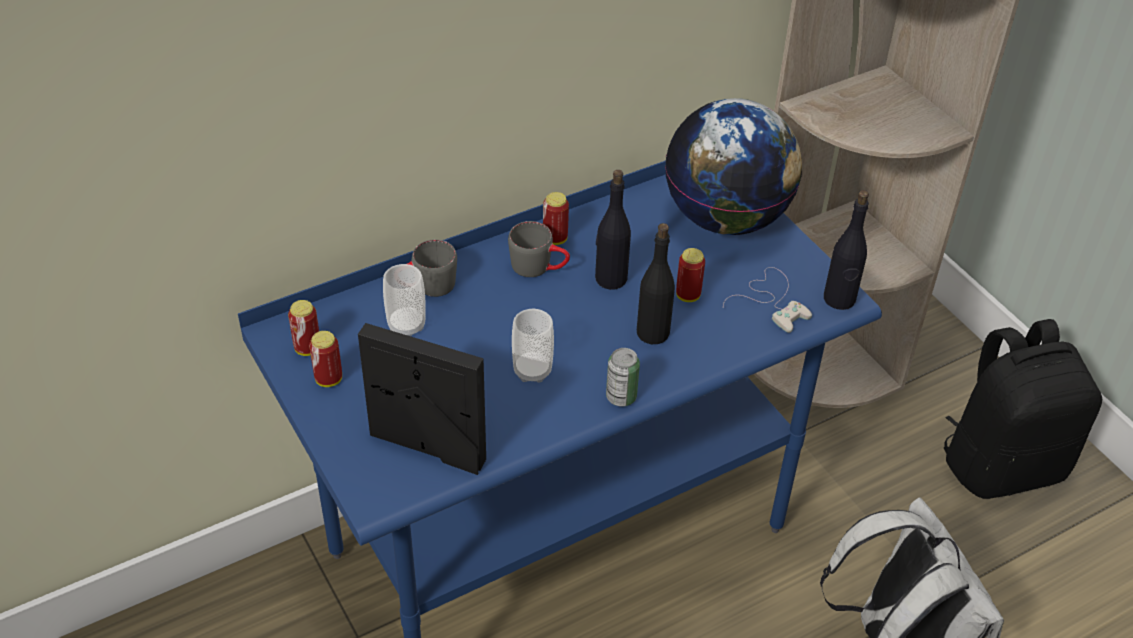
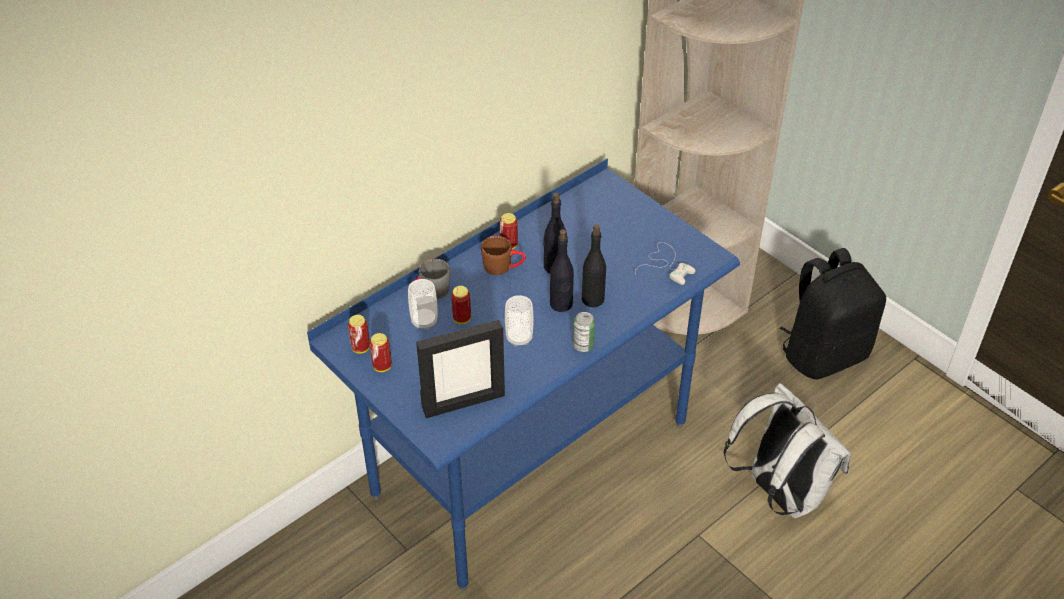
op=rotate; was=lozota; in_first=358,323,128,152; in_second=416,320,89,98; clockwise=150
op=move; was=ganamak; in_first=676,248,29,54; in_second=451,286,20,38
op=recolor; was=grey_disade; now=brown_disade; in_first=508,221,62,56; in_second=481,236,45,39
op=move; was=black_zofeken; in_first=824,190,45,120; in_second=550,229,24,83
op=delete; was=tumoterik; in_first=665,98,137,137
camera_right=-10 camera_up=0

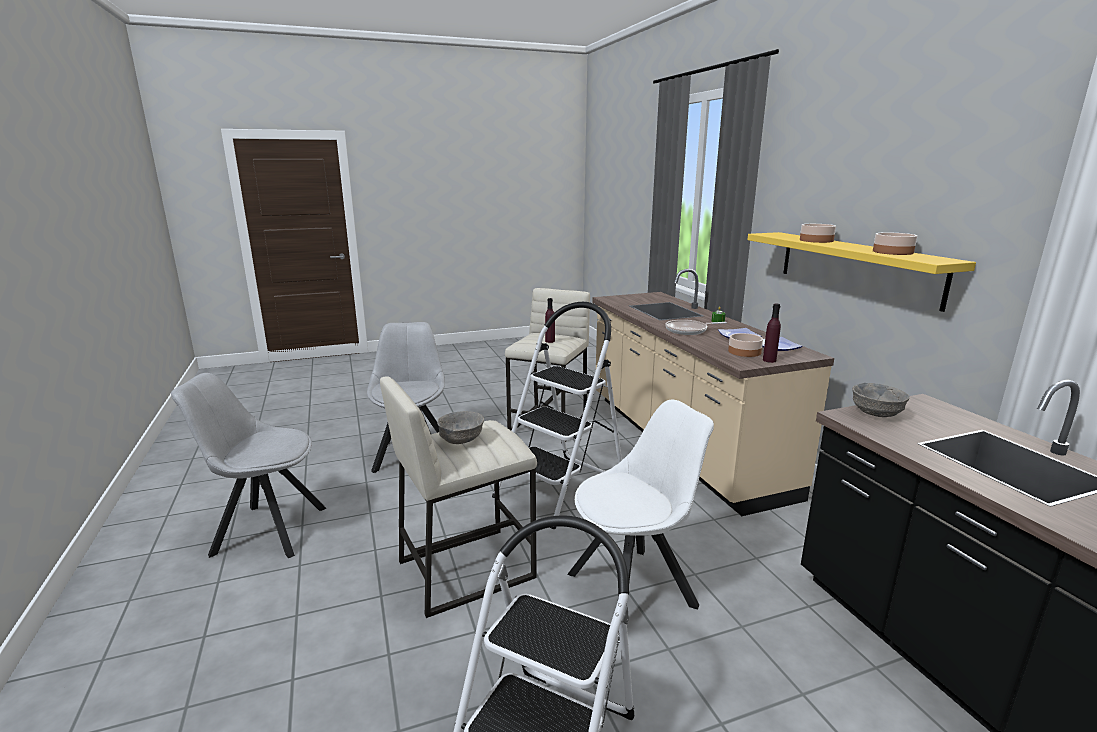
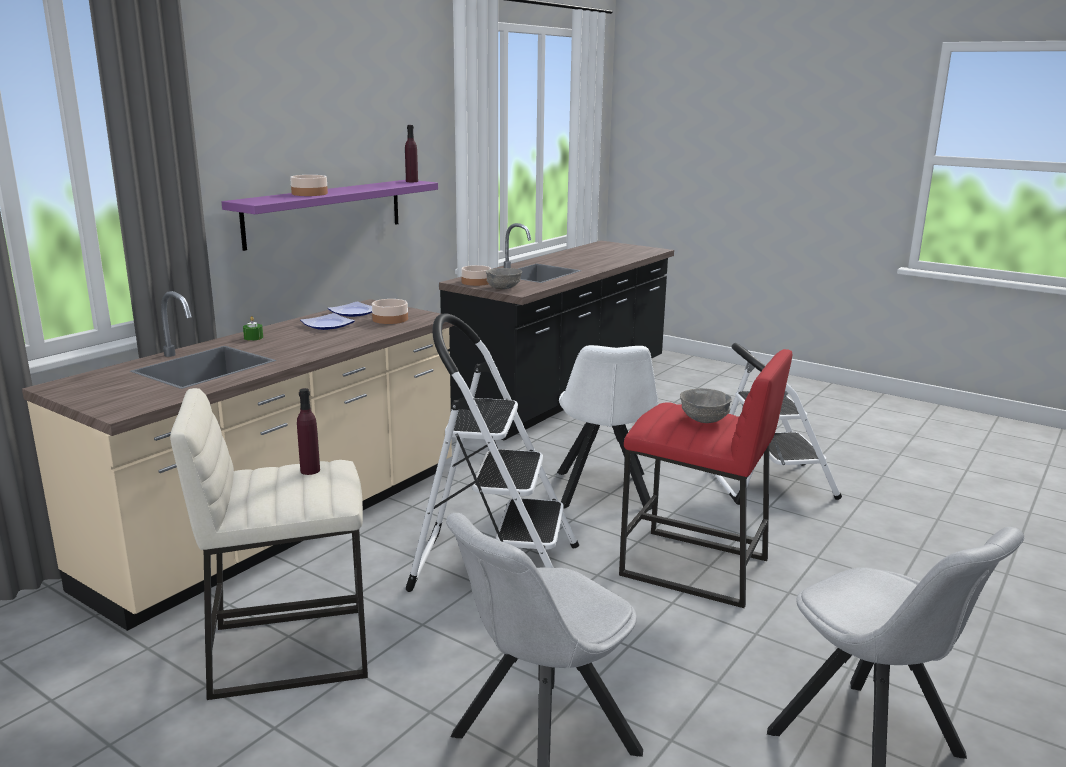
op=recolor; was=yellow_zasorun; now=purple_zasorun; in_first=747,232,229,80; in_second=222,180,216,71
op=move; was=purple_zofeken; in_first=763,303,18,60; in_second=405,125,13,57
op=move; was=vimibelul; in_first=873,232,44,23; in_second=461,265,30,21
op=rotate; was=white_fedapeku; in_first=567,400,147,233; in_second=557,345,102,165; clockwise=-120
op=recolor; was=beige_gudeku; now=red_gudeku; in_first=380,376,157,242; in_second=619,349,173,259
op=delete; was=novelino; in_first=665,320,62,15
camera_right=-125 camera_up=0

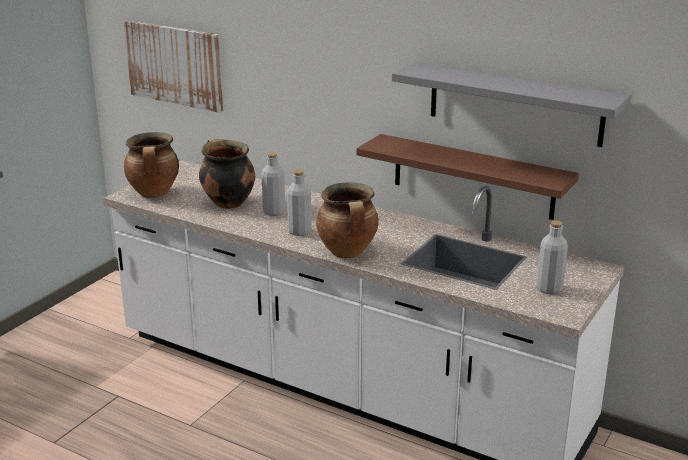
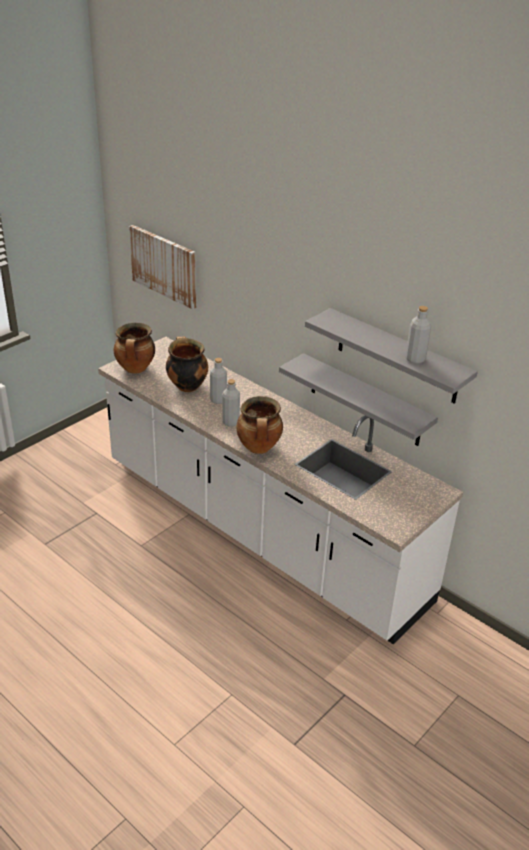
op=recolor; was=brown_zasorun; now=grey_zasorun; in_first=357,134,222,86; in_second=279,353,159,93
op=move; was=grey_zofeken; in_first=537,220,31,75; in_second=405,306,26,58
camera_right=10 camera_up=10

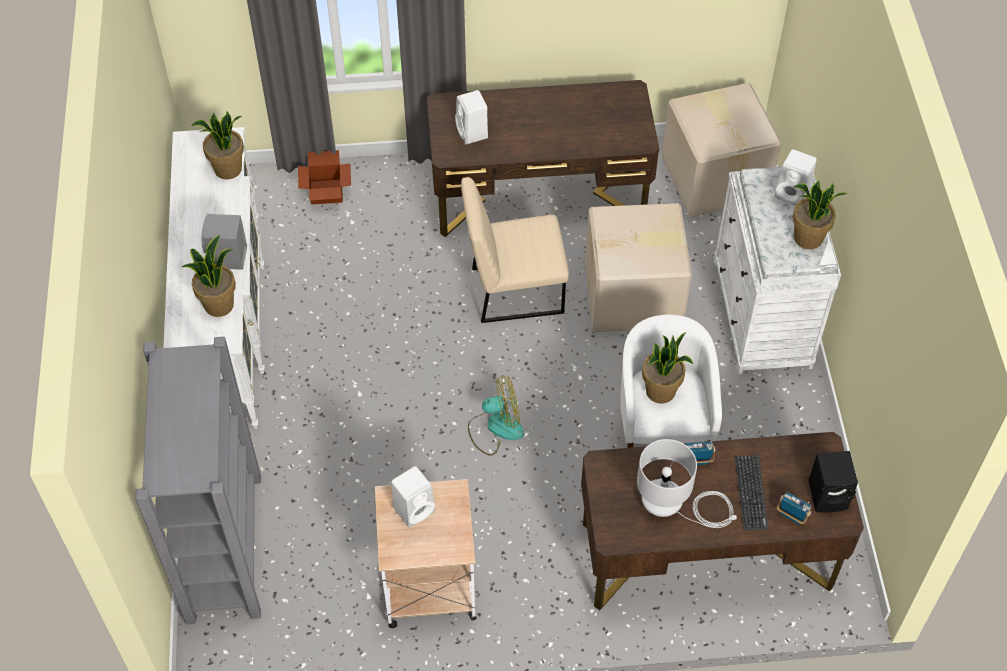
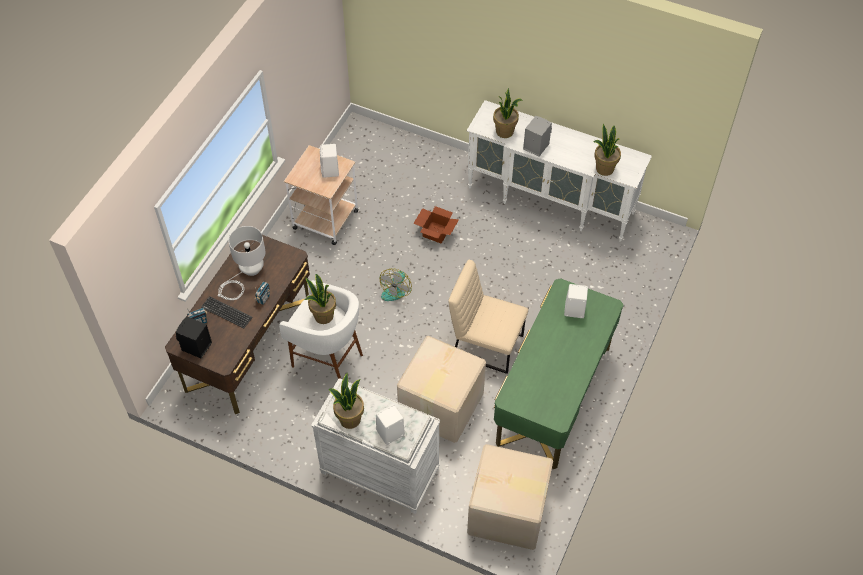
op=move; was=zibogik; in_first=298,150,53,55; in_second=413,206,46,38
op=rotate; was=beige_fedapeku; in_first=461,177,108,146; in_second=448,260,80,114; clockwise=-90
op=recolor; was=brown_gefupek; now=green_gefupek; in_first=427,80,232,157; in_second=494,278,129,191
op=delete; was=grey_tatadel; in_first=135,337,126,287
camera_right=120 camera_up=0

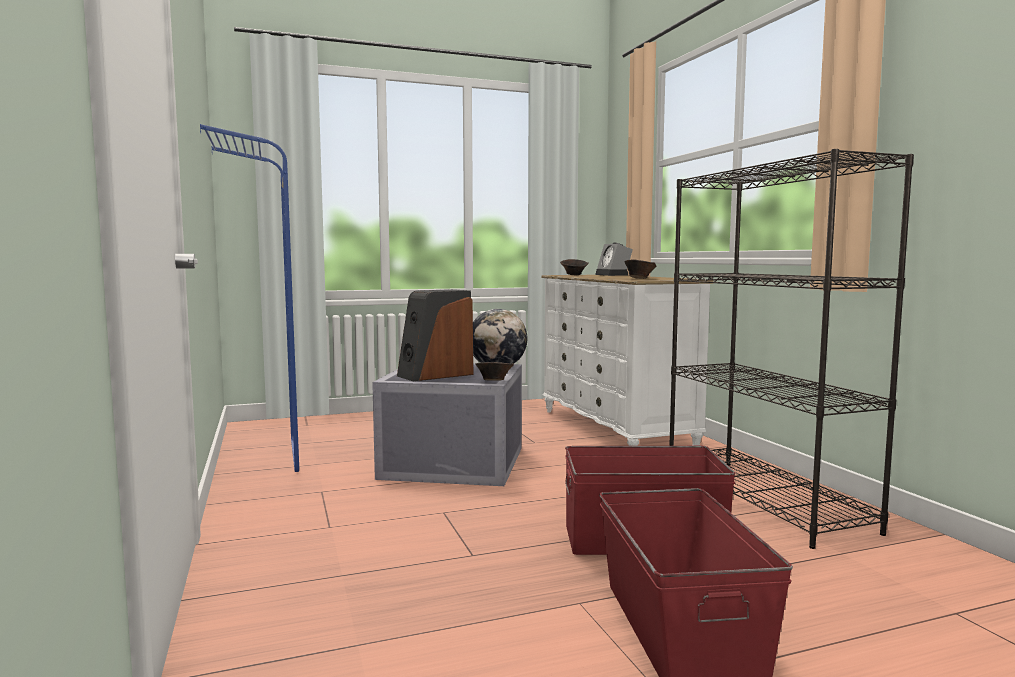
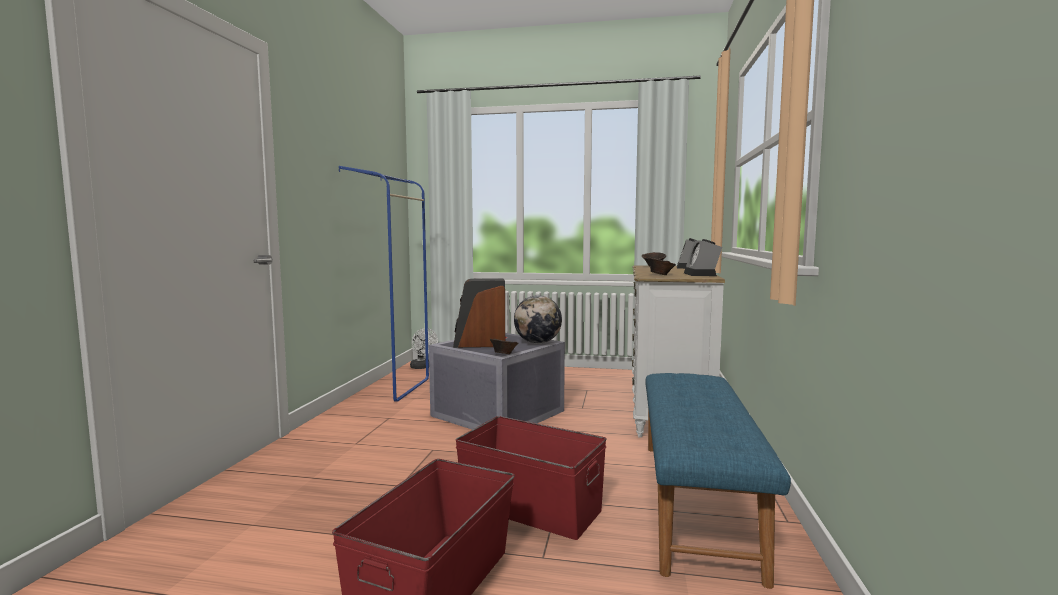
op=insert; now=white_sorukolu; in_second=410,328,28,41
op=replace; was=black_tatadel; now=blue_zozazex; in_first=669,149,245,400; in_second=645,373,146,216
op=insert; now=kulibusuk; in_second=684,239,38,37
camera_right=30 camera_up=0

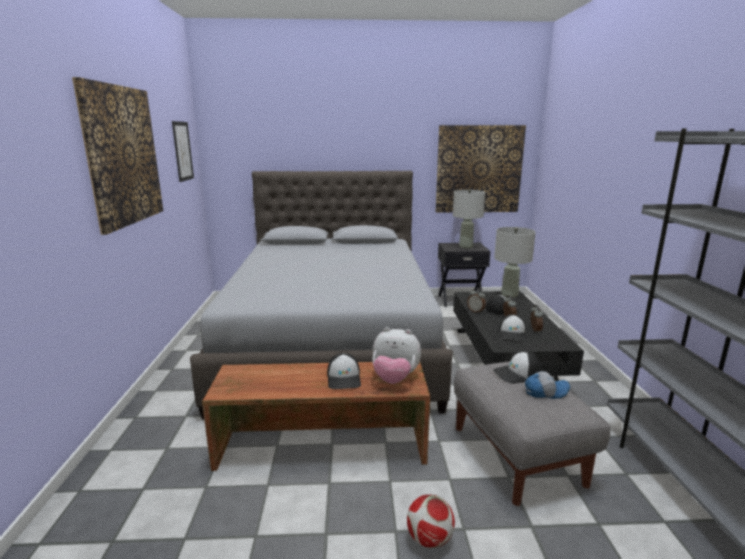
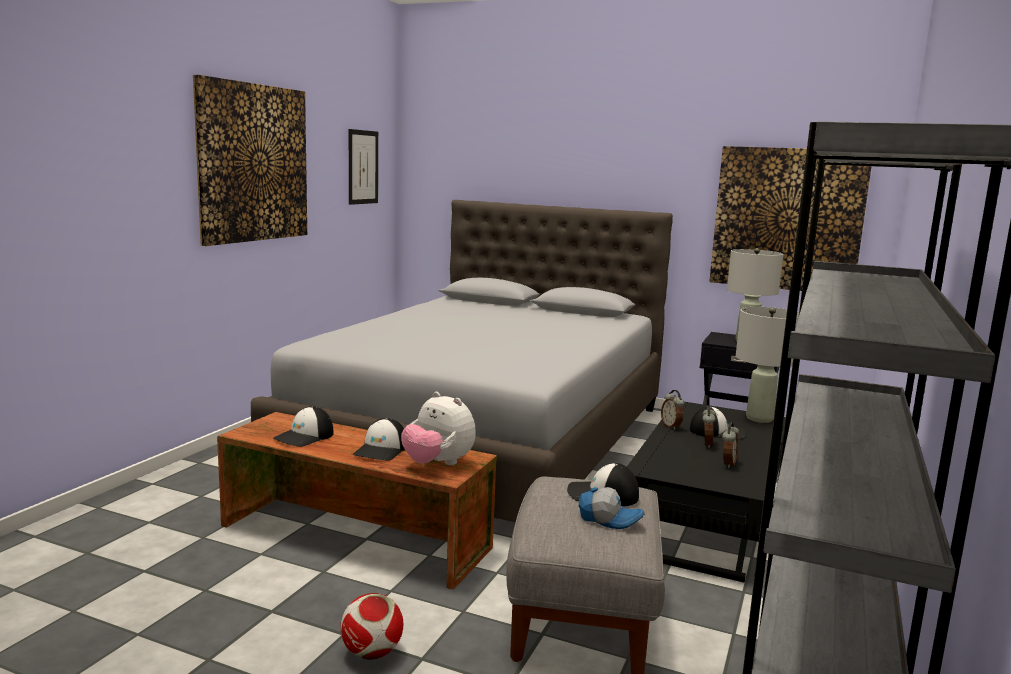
op=move; was=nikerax; in_first=499,314,28,27; in_second=273,406,61,41
camera_right=25 camera_up=-5

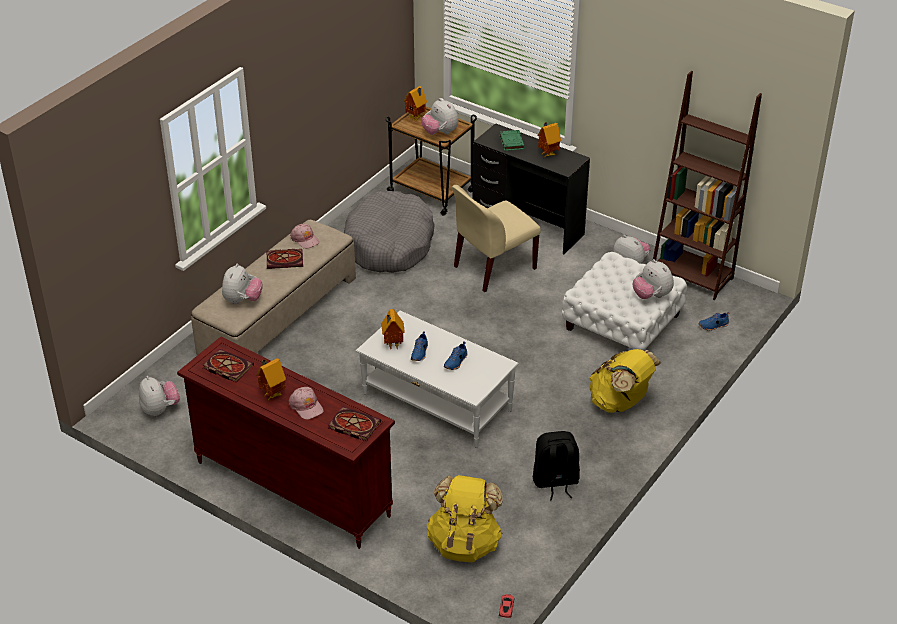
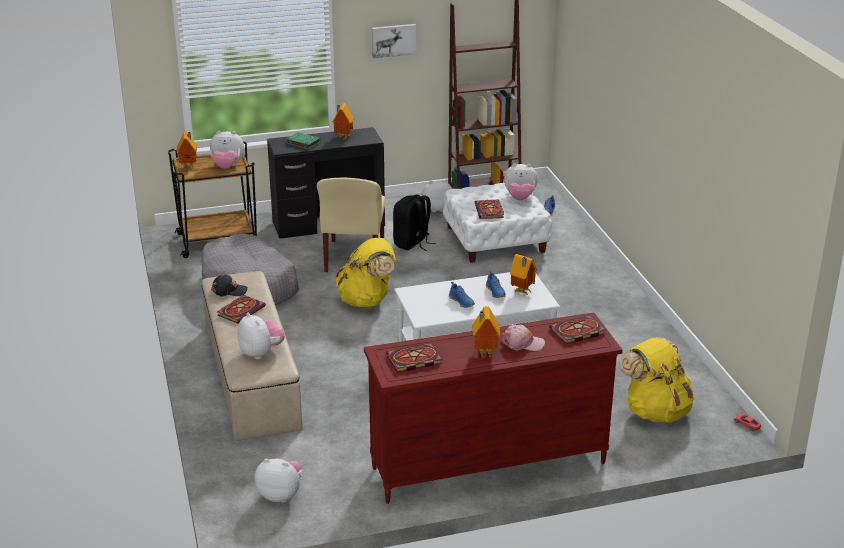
op=recolor; was=pink_nikerax; now=black_nikerax; in_first=290,224,29,25; in_second=211,275,37,21
op=move; was=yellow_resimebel; in_first=589,349,72,64; in_second=336,238,60,69
op=insert; now=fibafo; in_second=372,24,44,34
op=move; was=black_resimebel; in_first=533,431,47,70; in_second=393,195,43,56
op=insert; now=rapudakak; in_second=475,199,29,20
op=move; was=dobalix; in_first=382,309,23,40; in_second=510,254,27,41
camera_right=-50 camera_up=-10

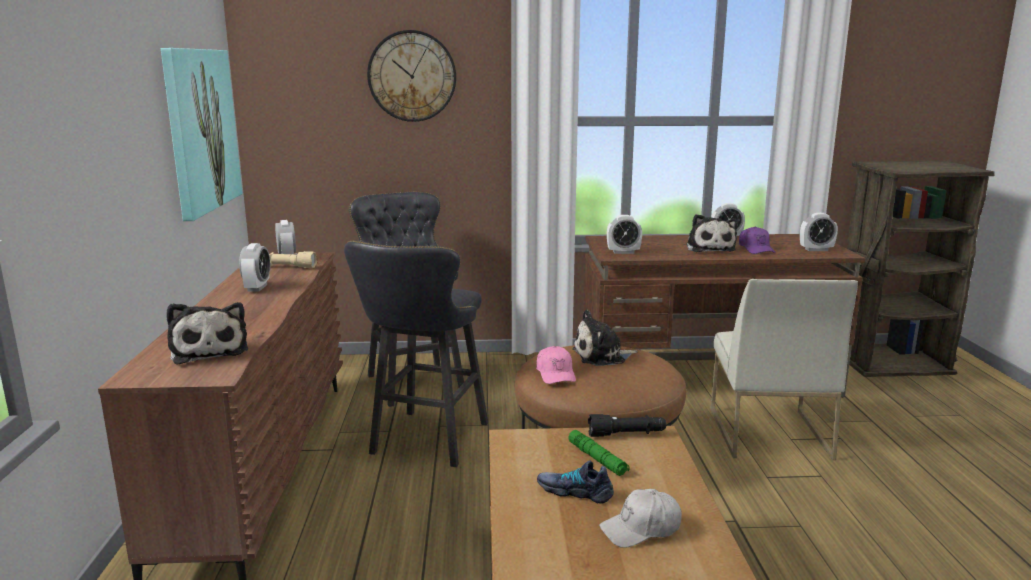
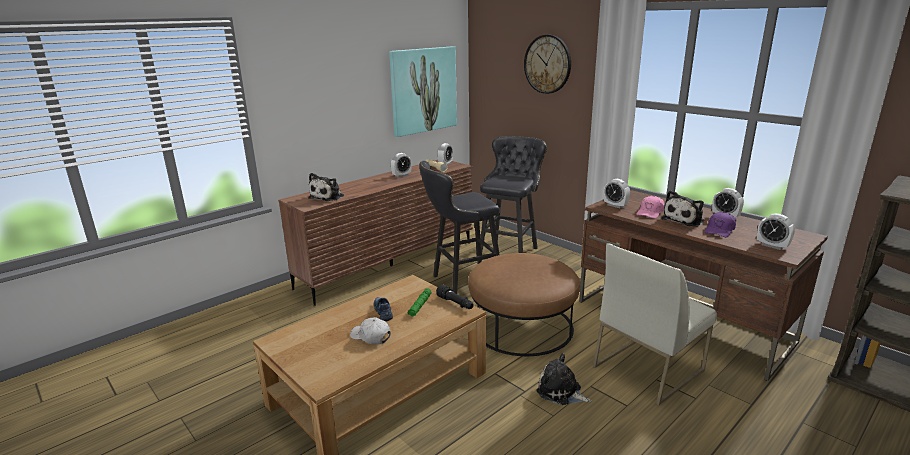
op=move; was=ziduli; in_first=572,310,66,56; in_second=536,353,56,52
op=move; was=pink_nikerax; in_first=536,346,40,38; in_second=636,196,29,22
camera_right=50 camera_up=5

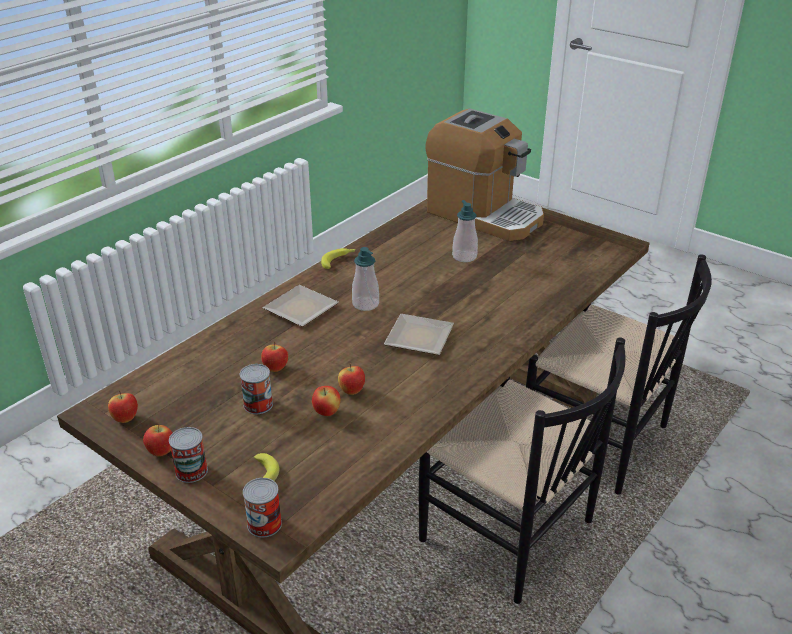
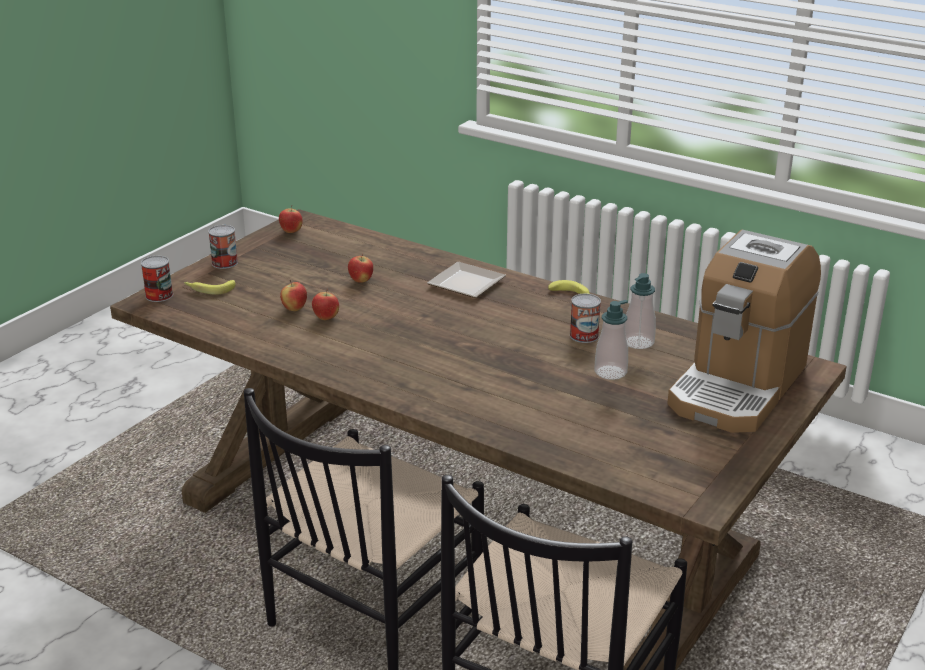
op=move; was=ganamak; in_first=240,364,33,50; in_second=570,294,31,49
op=move; was=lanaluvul; in_first=352,247,27,64; in_second=625,273,31,76
op=delete; was=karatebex; in_first=143,424,29,32
op=delete; was=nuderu; in_first=384,314,70,41
camera_right=85 camera_up=-5

